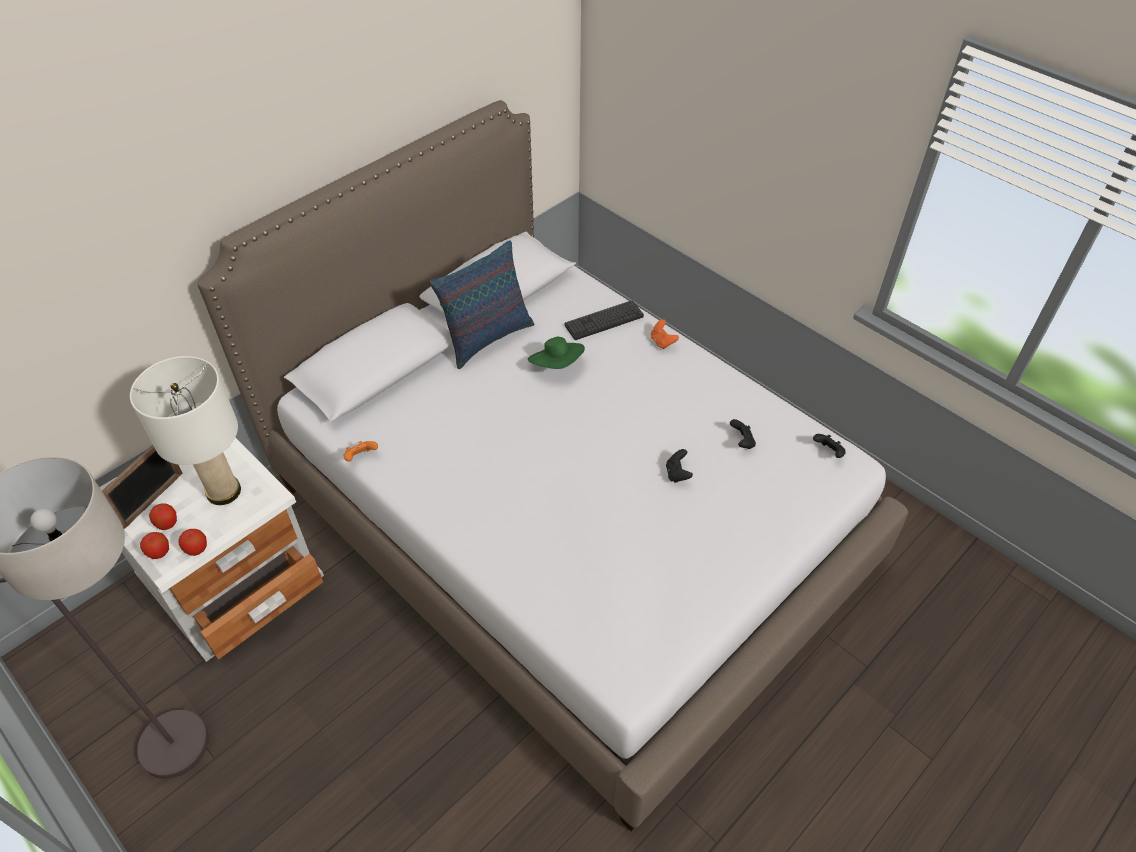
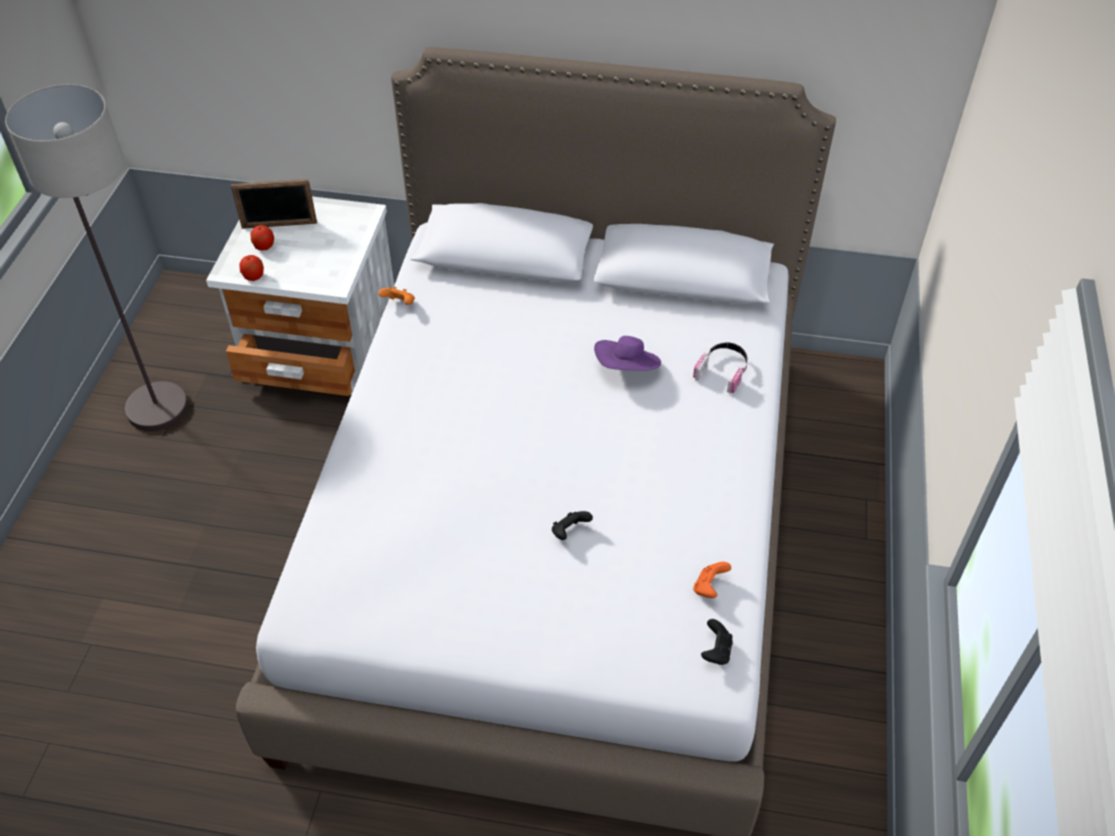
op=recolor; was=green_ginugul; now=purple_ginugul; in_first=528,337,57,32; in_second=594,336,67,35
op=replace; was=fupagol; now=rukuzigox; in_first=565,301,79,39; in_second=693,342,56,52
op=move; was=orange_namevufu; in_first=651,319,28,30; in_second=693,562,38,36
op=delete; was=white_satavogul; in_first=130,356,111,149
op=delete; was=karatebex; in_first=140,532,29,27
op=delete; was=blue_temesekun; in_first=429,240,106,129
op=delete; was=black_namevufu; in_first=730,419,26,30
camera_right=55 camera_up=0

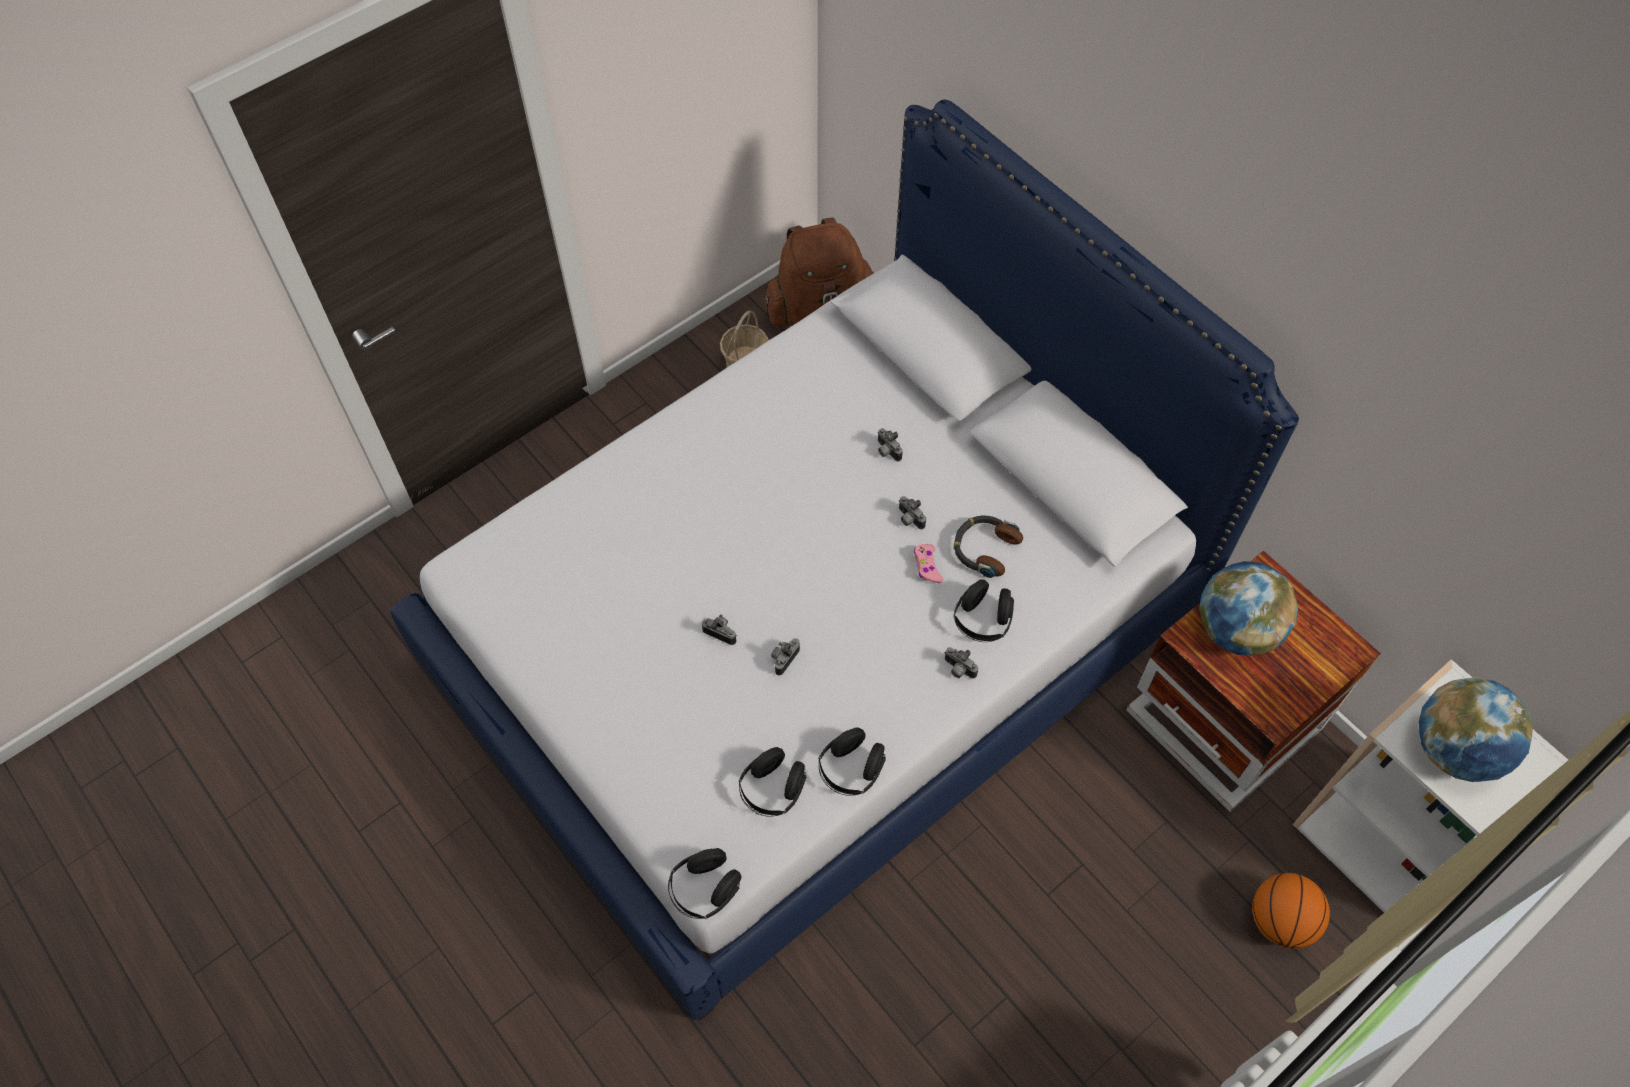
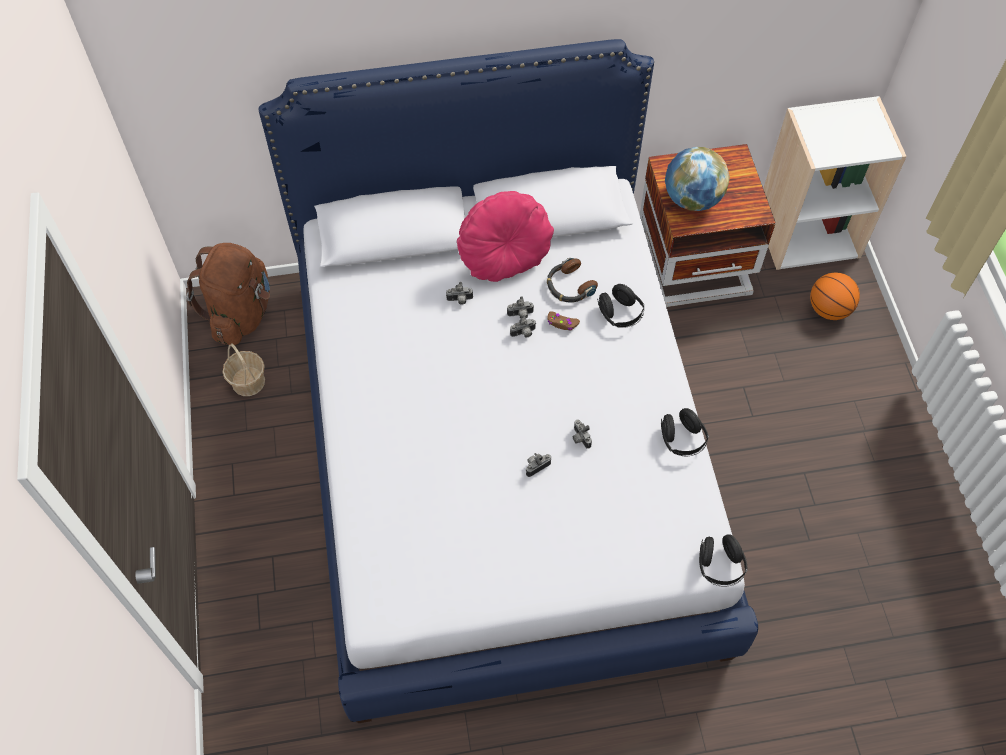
op=insert; now=pink_temesekun; in_second=457,191,97,91
op=move; was=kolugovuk; in_first=944,647,34,32; in_second=510,315,26,22
op=recolor; was=pink_namevufu; now=brown_namevufu; in_first=914,544,29,39; in_second=547,311,33,19
op=delete; was=black_rukuzigox; in_first=739,747,67,70
op=delete; was=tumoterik; in_first=1419,677,114,105
camera_right=-60 camera_up=0

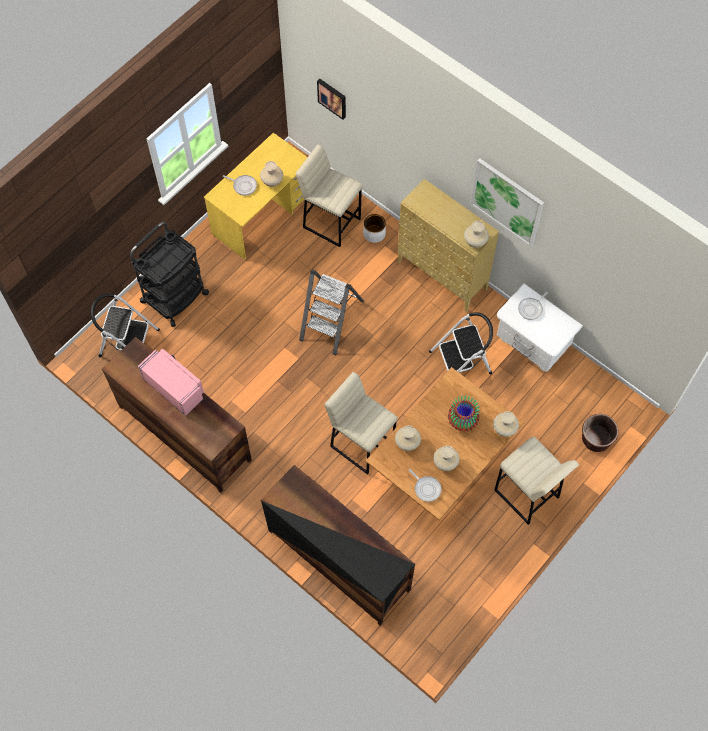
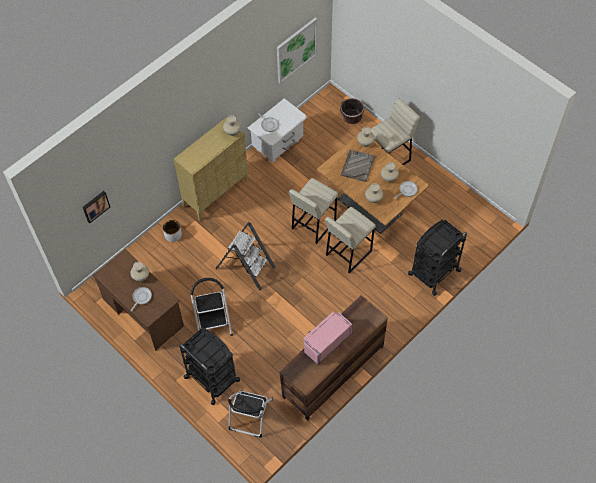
op=recolor; was=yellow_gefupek; now=brown_gefupek; in_first=204,133,103,127; in_second=93,249,91,101
op=move; was=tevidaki; in_first=429,312,64,62; in_second=191,278,42,58
op=move; was=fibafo; in_first=470,158,74,89; in_second=277,18,40,66
op=move; was=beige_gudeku; in_first=296,144,67,103; in_second=288,178,50,66
op=replace; was=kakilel; now=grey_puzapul; in_first=448,395,32,36; in_second=341,150,34,32
op=replace; was=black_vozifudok; now=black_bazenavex; in_first=261,465,154,161; in_second=408,219,59,77
camera_right=-85 camera_up=-5

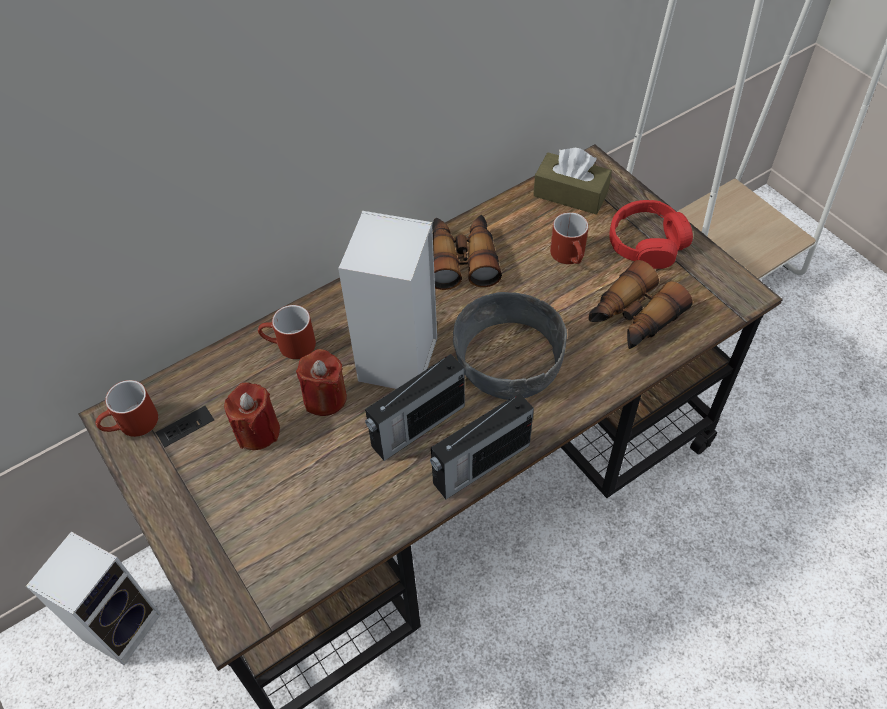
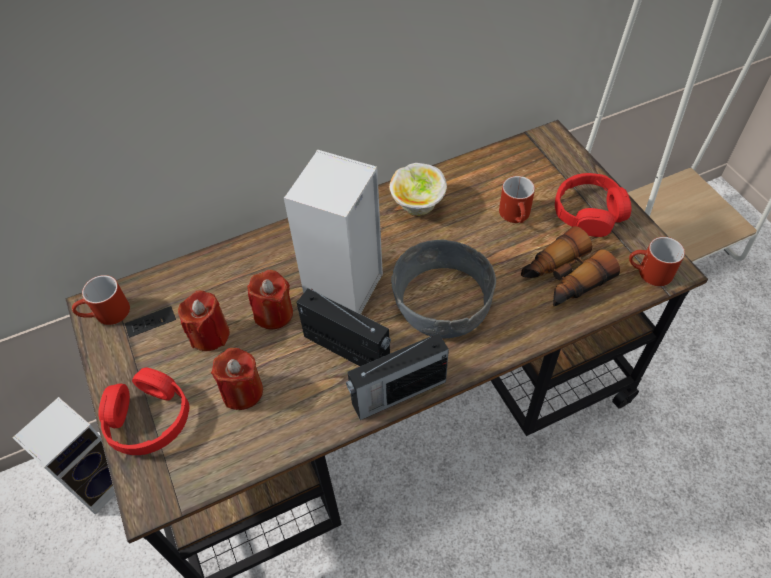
op=insert; now=red_rukuzigox; in_second=99,367,90,88
op=insert; now=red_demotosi; in_second=211,348,52,62
op=rotate; was=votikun; in_first=365,354,100,107; in_second=296,288,95,78; clockwise=-120
op=replace; was=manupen; now=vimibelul; in_first=432,215,70,75; in_second=389,163,58,53
op=move; was=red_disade; in_first=258,305,58,54; in_second=629,237,56,49
op=delete; was=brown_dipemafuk; in_first=533,148,79,67
camera_right=10 camera_up=0

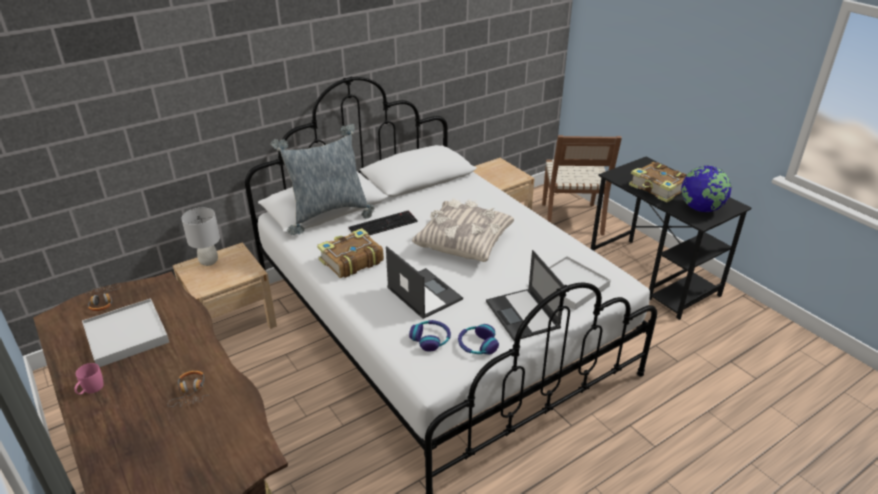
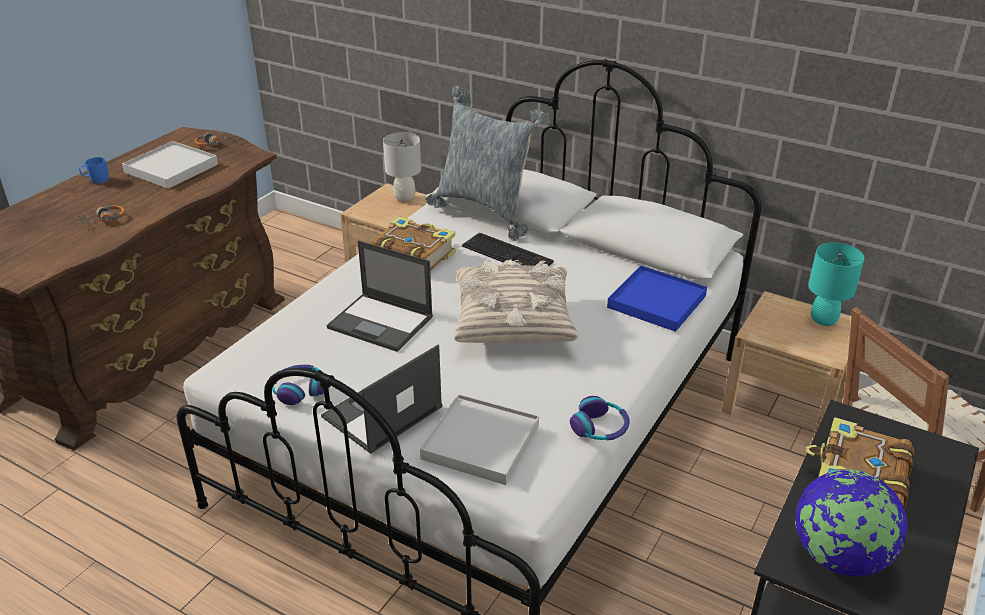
op=recolor; was=pink_disade; now=blue_disade; in_first=74,363,30,32; in_second=79,157,30,27
op=rotate; was=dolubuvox; in_first=386,246,77,73; in_second=326,241,107,111; clockwise=90
op=move; was=rukuzigox; in_first=409,320,42,32; in_second=570,396,60,44
op=insert; now=blue_puzapul; in_second=607,266,100,66
op=insert; now=turquoise_satavogul; in_second=808,243,56,83
camera_right=65 camera_up=0

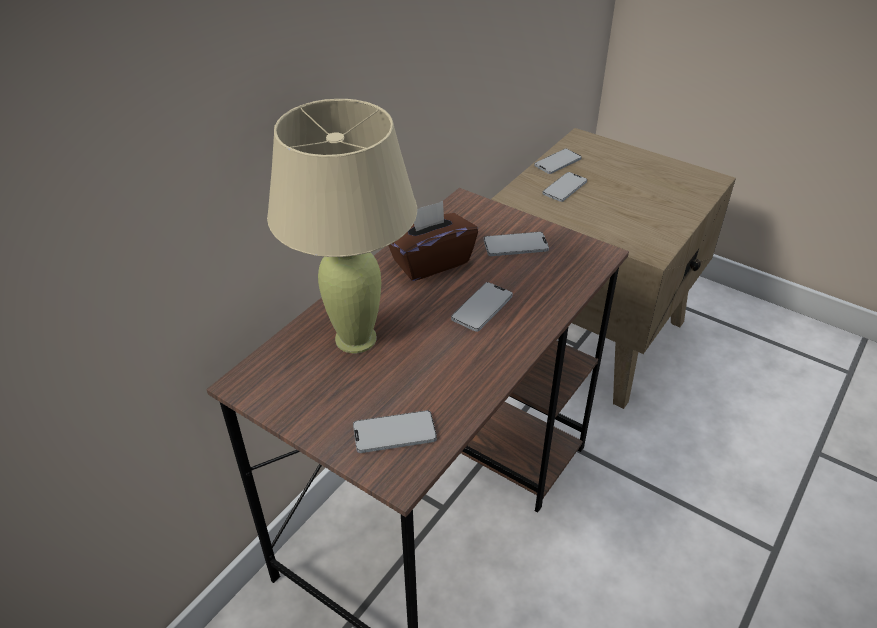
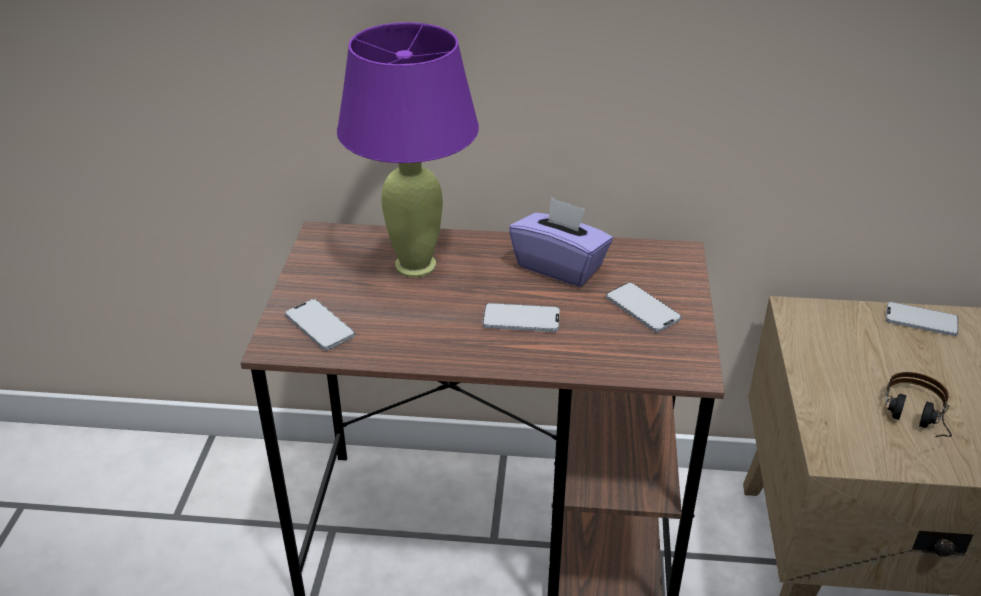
op=recolor; was=beige_satavogul; now=purple_satavogul; in_first=267,99,150,254; in_second=337,22,142,255
op=recolor; was=brown_dipemafuk; now=purple_dipemafuk; in_first=388,201,90,80; in_second=509,197,104,90
op=insert; now=rukuzigox; in_second=885,372,67,65
op=delete; was=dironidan; in_first=542,172,45,30
camera_right=60 camera_up=-5

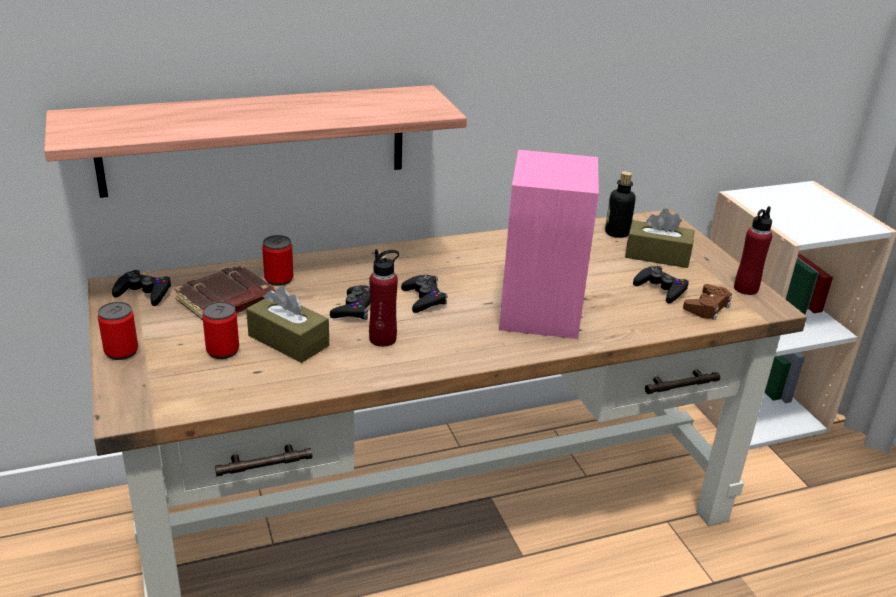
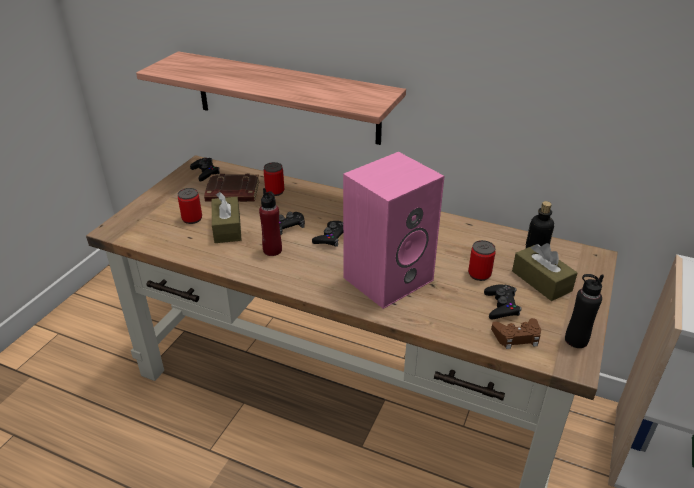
op=move; was=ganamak; in_first=98,302,40,58; in_second=468,240,28,41
op=recolor; was=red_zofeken; now=black_zofeken; in_first=734,206,38,89; in_second=565,274,39,74
camera_right=45 camera_up=5

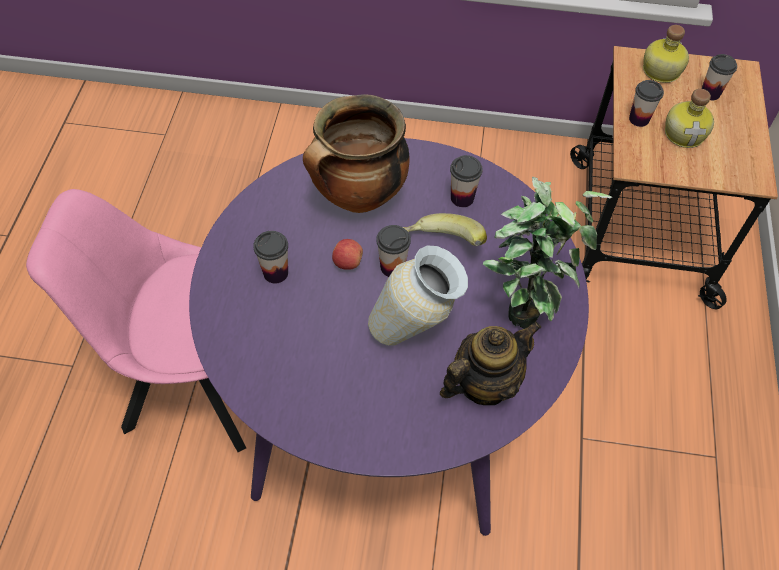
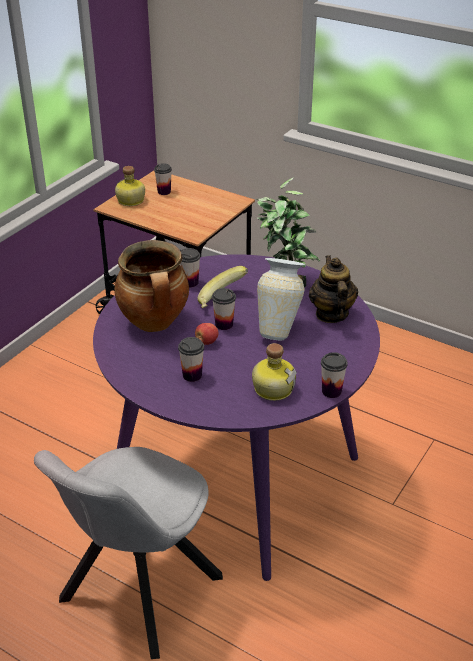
op=recolor; was=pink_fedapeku; now=grey_fedapeku; in_first=26,189,220,263; in_second=34,447,189,212
op=move; was=zofeken; in_first=665,89,49,59; in_second=252,343,45,58
op=move; was=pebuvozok; in_first=629,80,35,47; in_second=321,352,27,46
camera_right=-65 camera_up=-20

